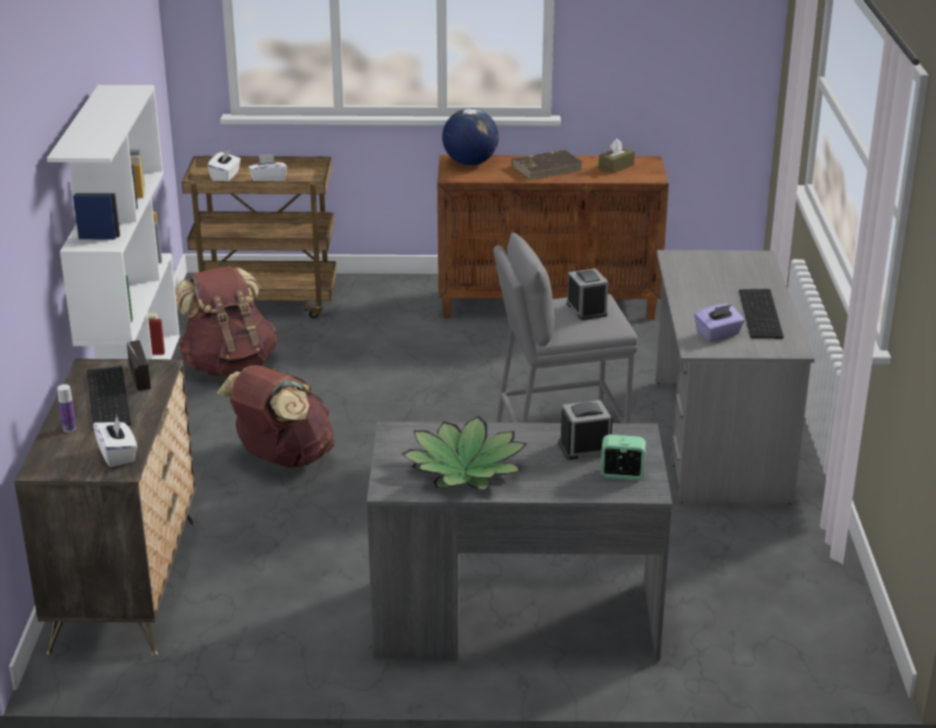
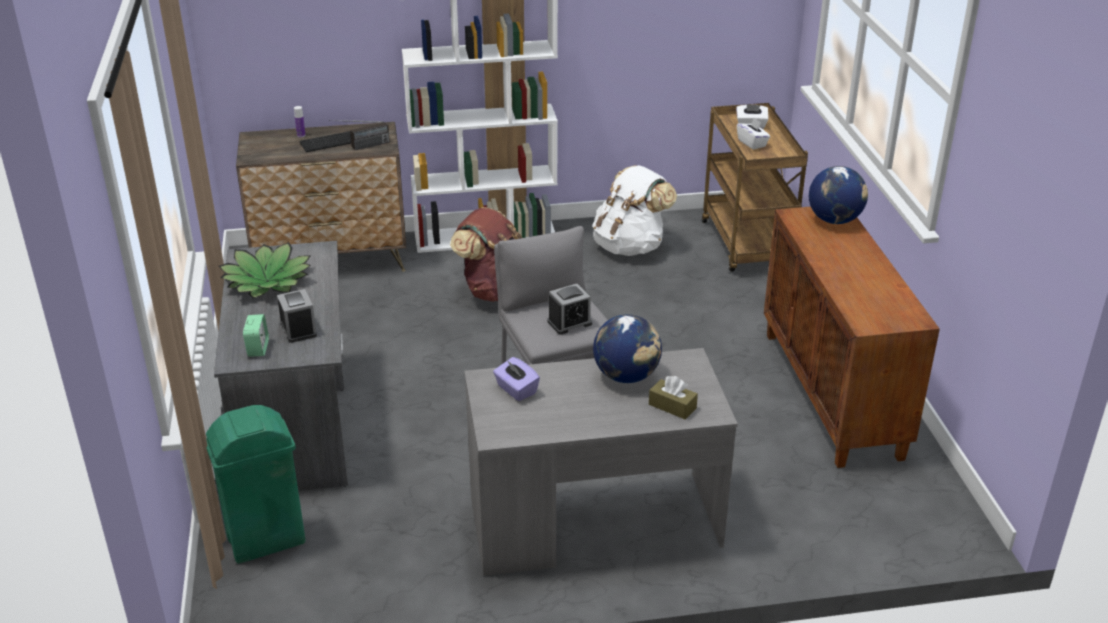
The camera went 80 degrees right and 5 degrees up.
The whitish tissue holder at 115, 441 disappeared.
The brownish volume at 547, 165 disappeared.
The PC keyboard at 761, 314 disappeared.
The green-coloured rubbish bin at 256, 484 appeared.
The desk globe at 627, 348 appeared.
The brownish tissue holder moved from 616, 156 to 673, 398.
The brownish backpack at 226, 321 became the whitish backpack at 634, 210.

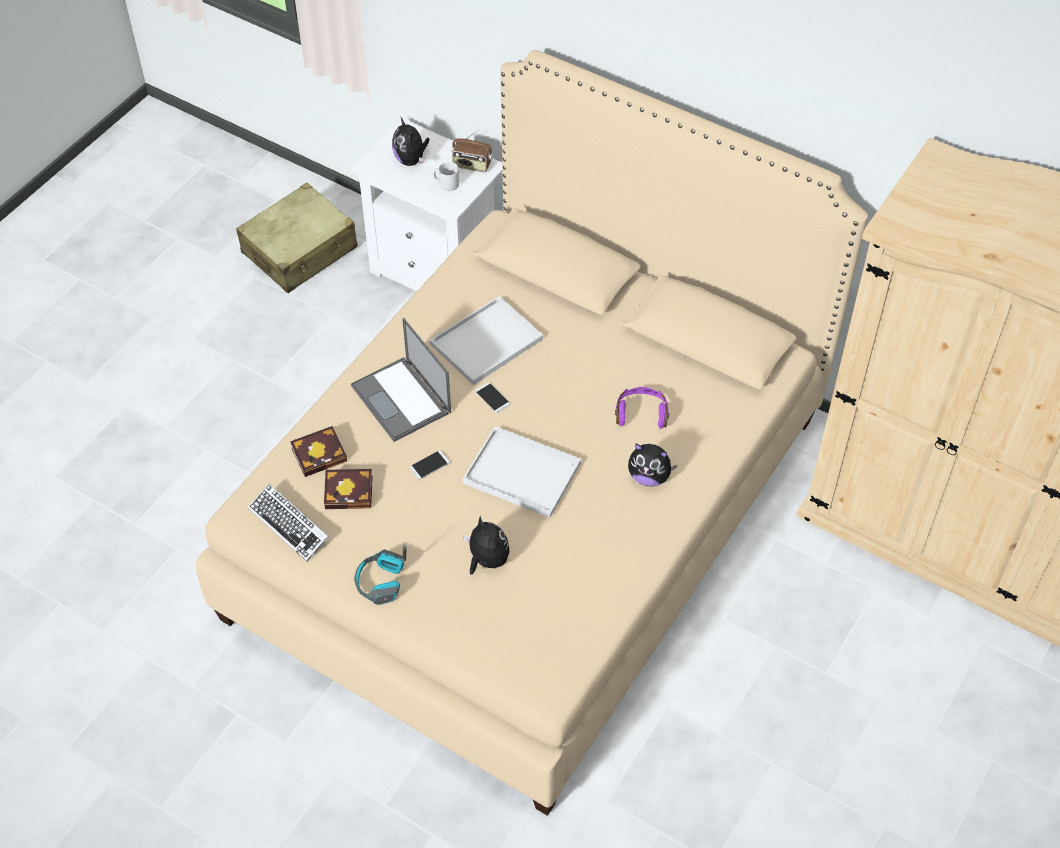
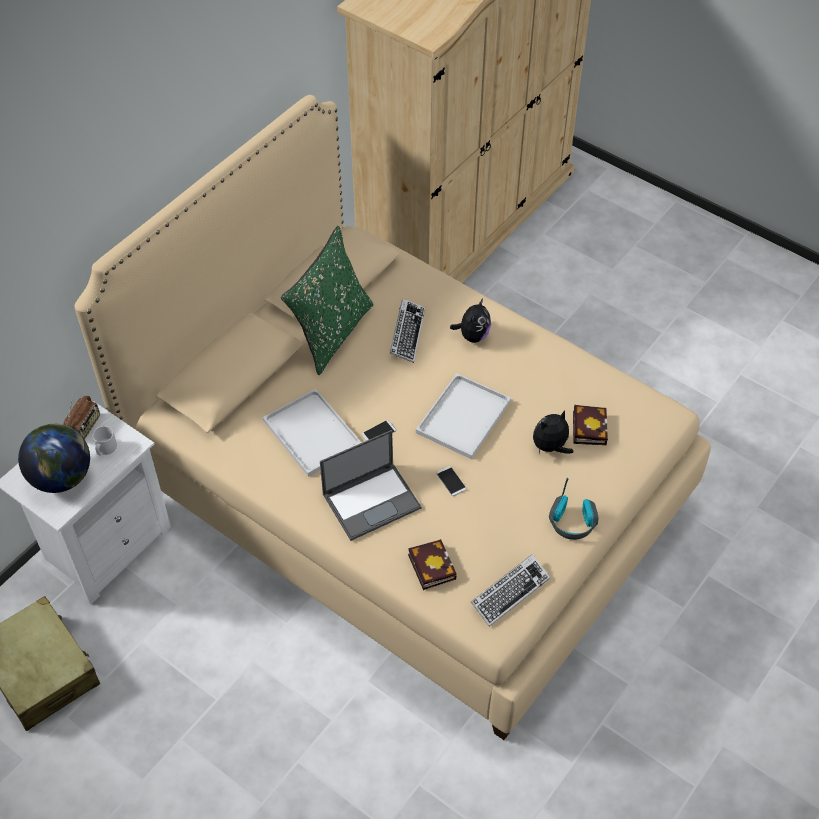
The camera went 85 degrees left and 0 degrees up.
The green-coloured cushion at 327, 300 appeared.
The volume moved from 348, 489 to 590, 425.
The plush toy at 410, 142 was replaced by the desk globe at 54, 458.
The purplish headphones at 642, 408 was replaced by the PC keyboard at 407, 331.

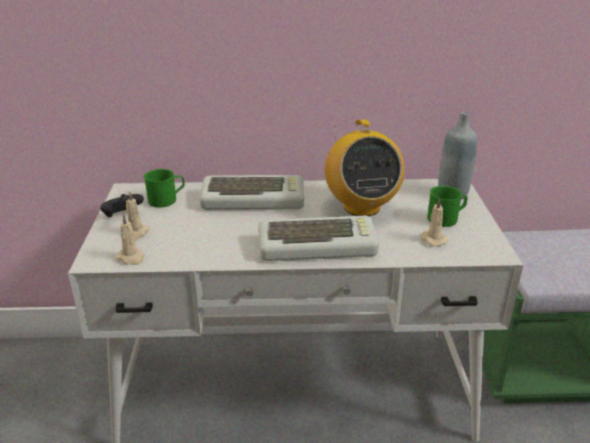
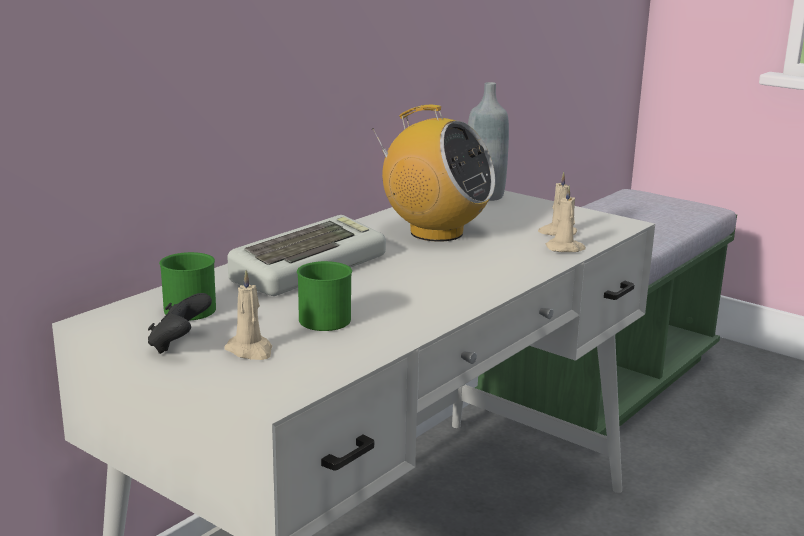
The camera went 50 degrees left and 10 degrees down.
The PC keyboard at 319, 238 disappeared.
The beige wax light moved from 130, 239 to 565, 218.
The green-coloured coffee mug moved from 447, 206 to 324, 296.

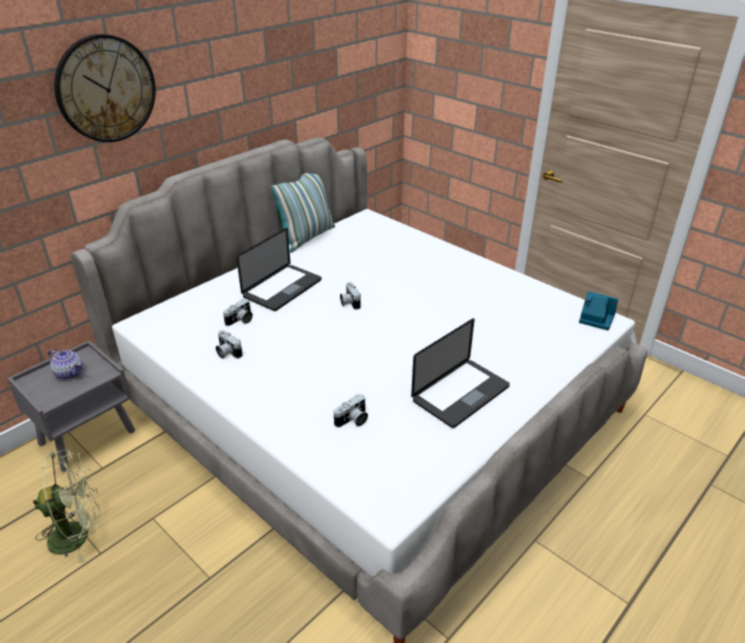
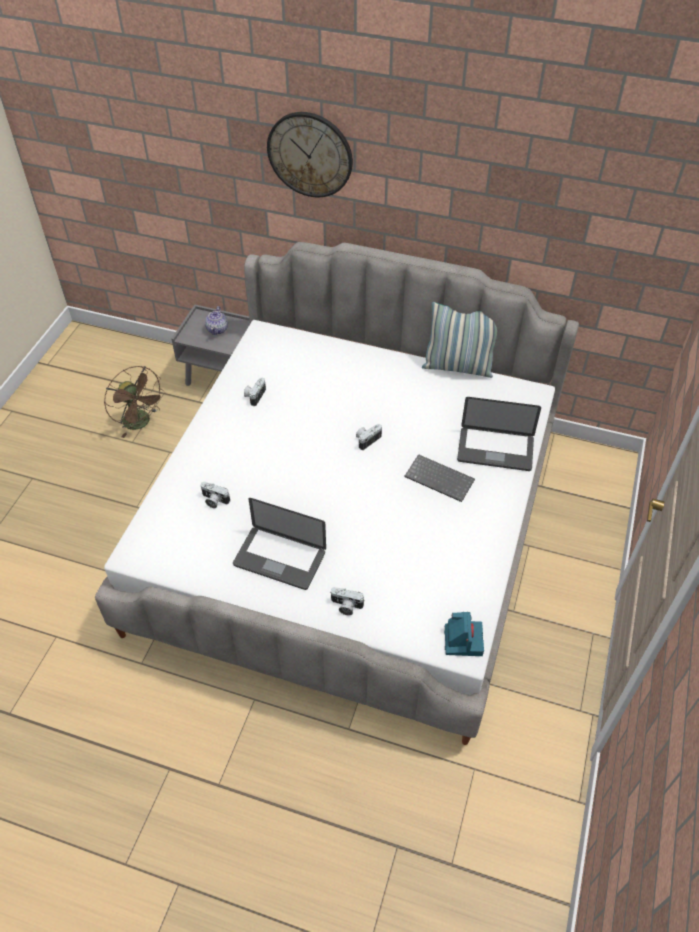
The camera went 65 degrees right and 15 degrees up.
The PC keyboard at 440, 478 appeared.
The photo camera moved from 238, 312 to 347, 601.
The portable computer moved from 279, 269 to 499, 434.
The green-coloured fan at 66, 506 became the brownish fan at 134, 402.

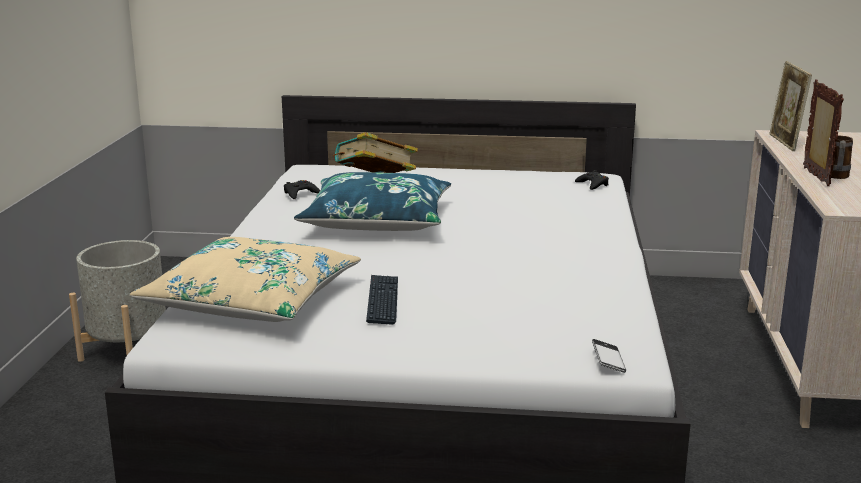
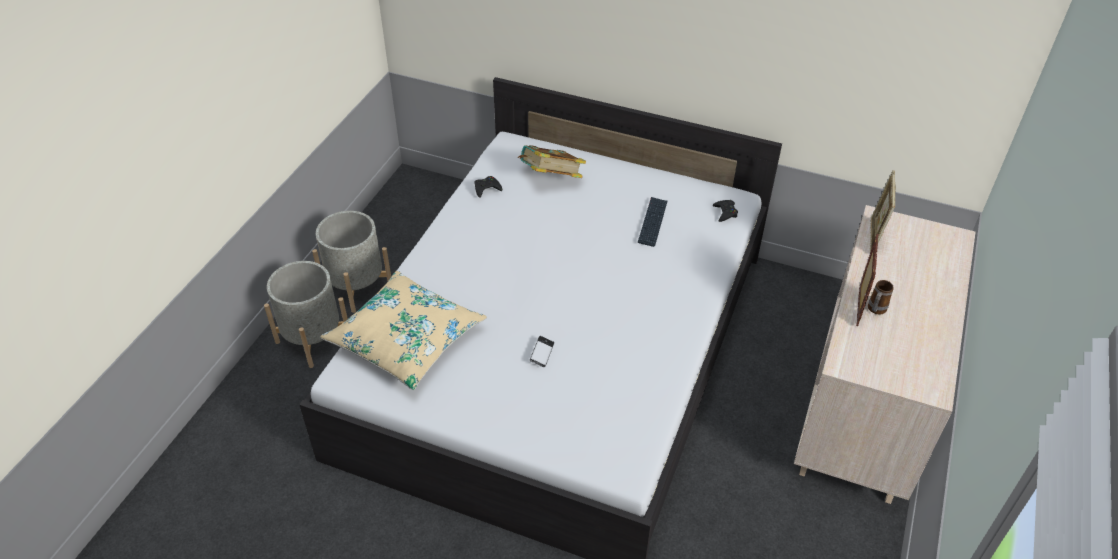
The camera went 15 degrees right and 25 degrees up.
The blue cushion at 372, 201 disappeared.
The grey flower pot at 306, 314 appeared.
The PC keyboard moved from 382, 300 to 652, 222.
The handset moved from 609, 356 to 542, 351.

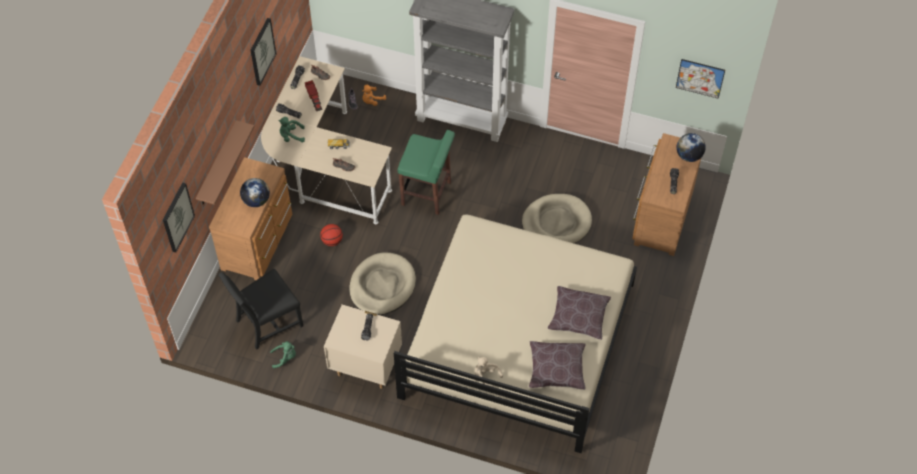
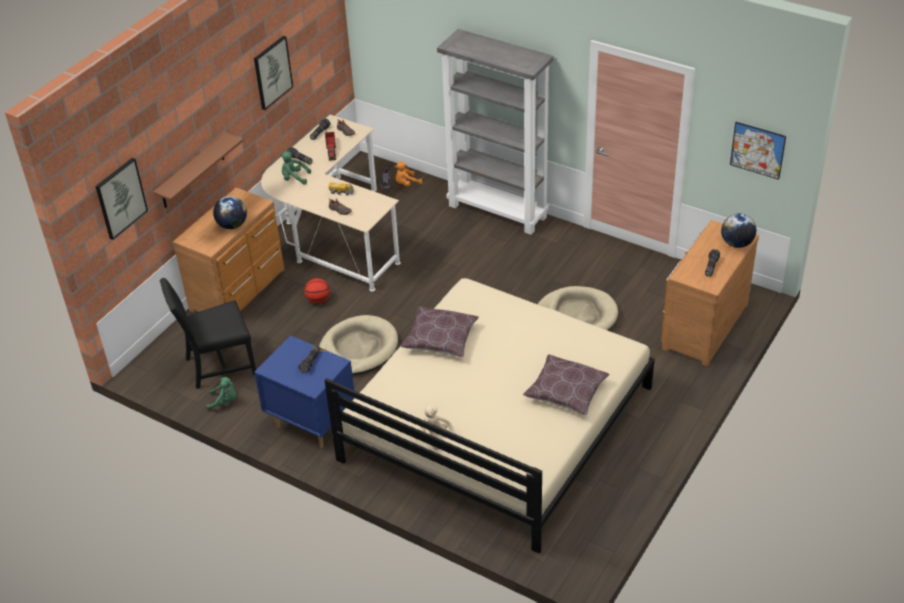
The camera went 15 degrees right and 15 degrees down.
The green-coloured sitting stool at 426, 172 disappeared.
The brownish cushion moved from 557, 365 to 440, 332.
The beige nightstand at 363, 347 became the blue nightstand at 304, 391.

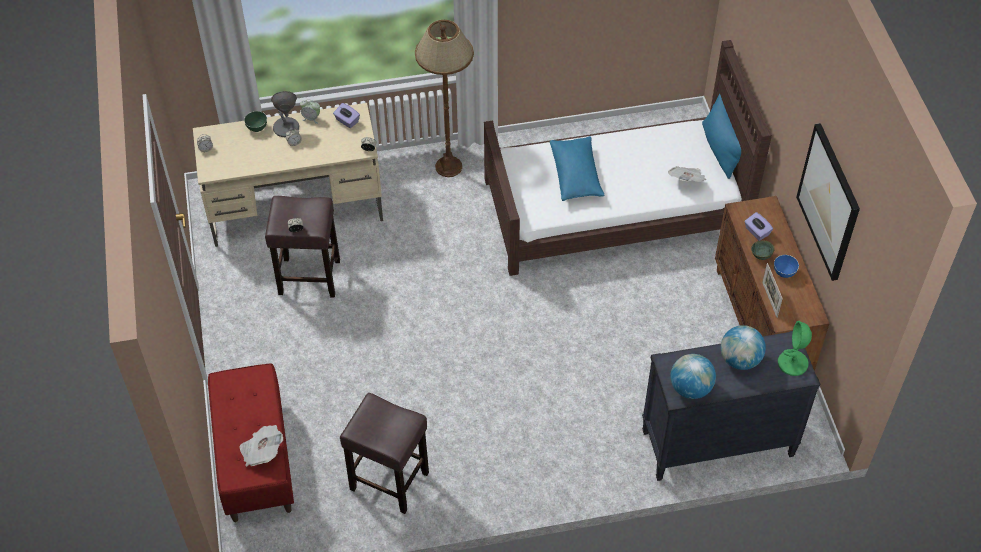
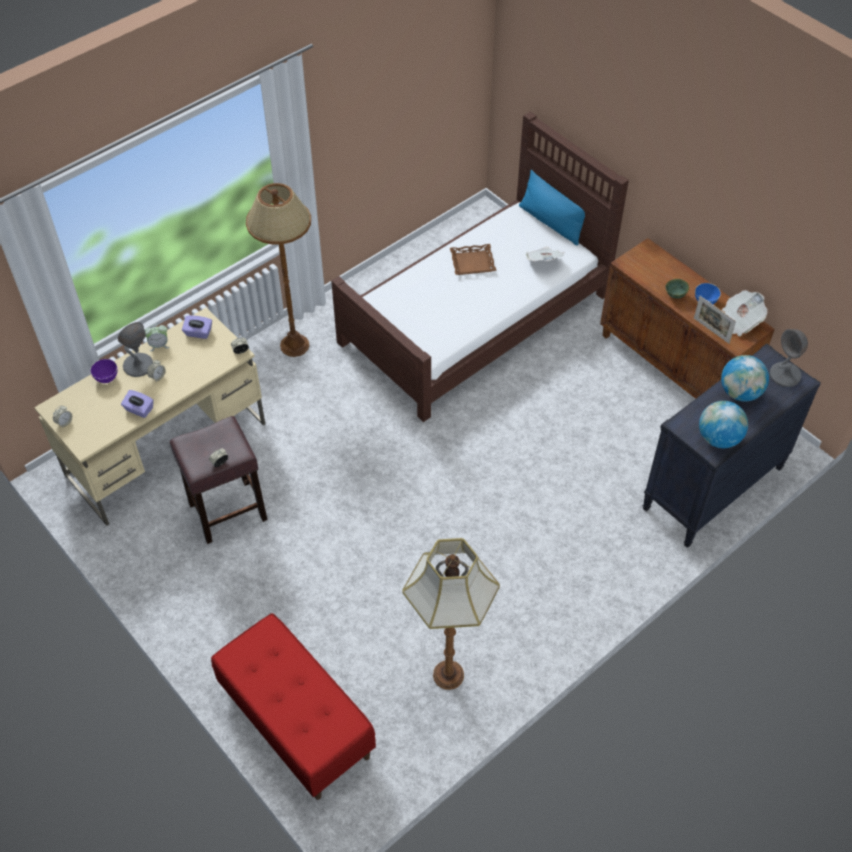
The camera went 30 degrees left and 0 degrees up.
The blue cushion at 577, 168 disappeared.
The wall art at 828, 202 disappeared.
The brownish tray at 473, 259 appeared.
The newspaper moved from 261, 446 to 744, 313.
The purplish tissue holder moved from 758, 226 to 137, 404.
The brownish sitting stool at 384, 453 was replaced by the standing lamp at 451, 614.
The green-coloured bowl at 255, 121 became the purplish bowl at 103, 371.
The green-coloured tabletop lamp at 795, 348 became the grey tabletop lamp at 789, 358.

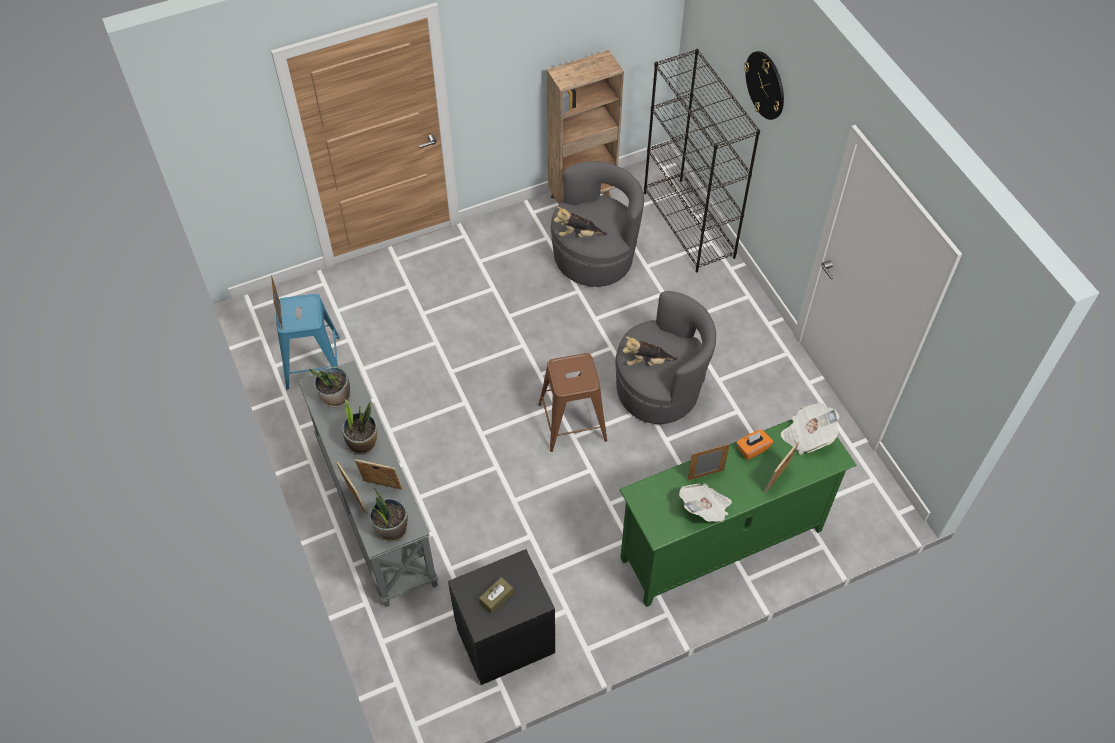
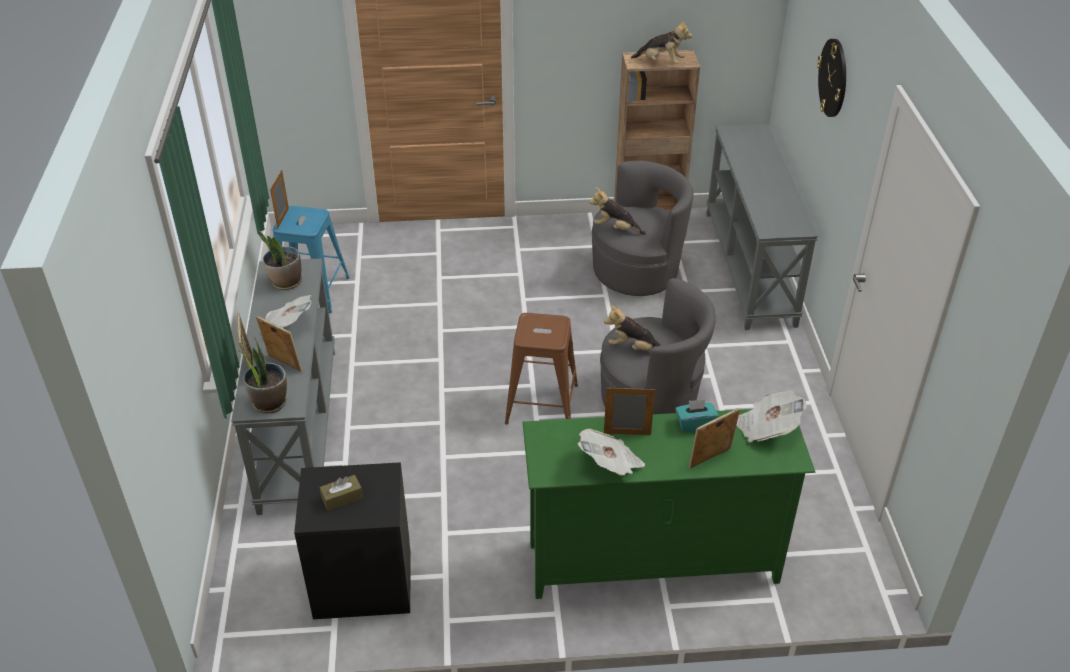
The camera went 20 degrees right and 15 degrees down.
The plush toy at 661, 41 appeared.
The potted plant at 359, 426 was replaced by the newspaper at 288, 311.
The blackish bookshelf at 702, 160 was replaced by the grey narrow table at 762, 227.
The orange-coloured tissue holder at 754, 444 became the blue-green tissue holder at 697, 415.

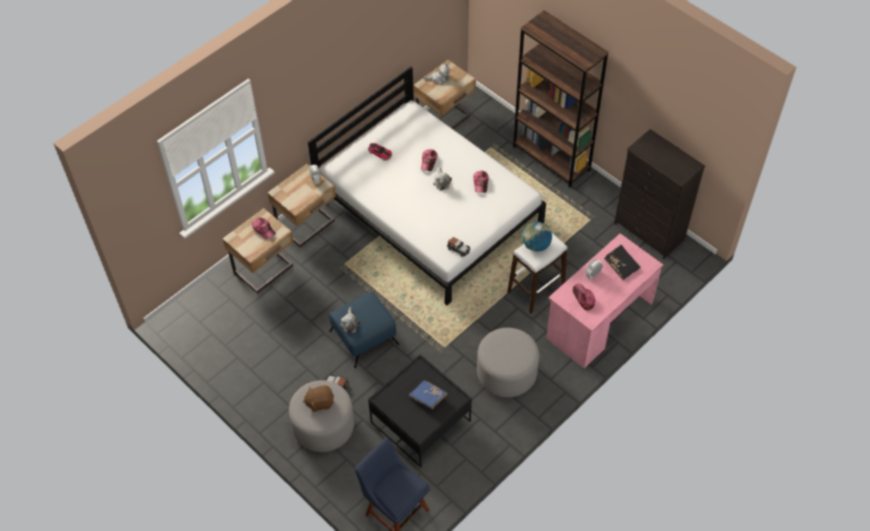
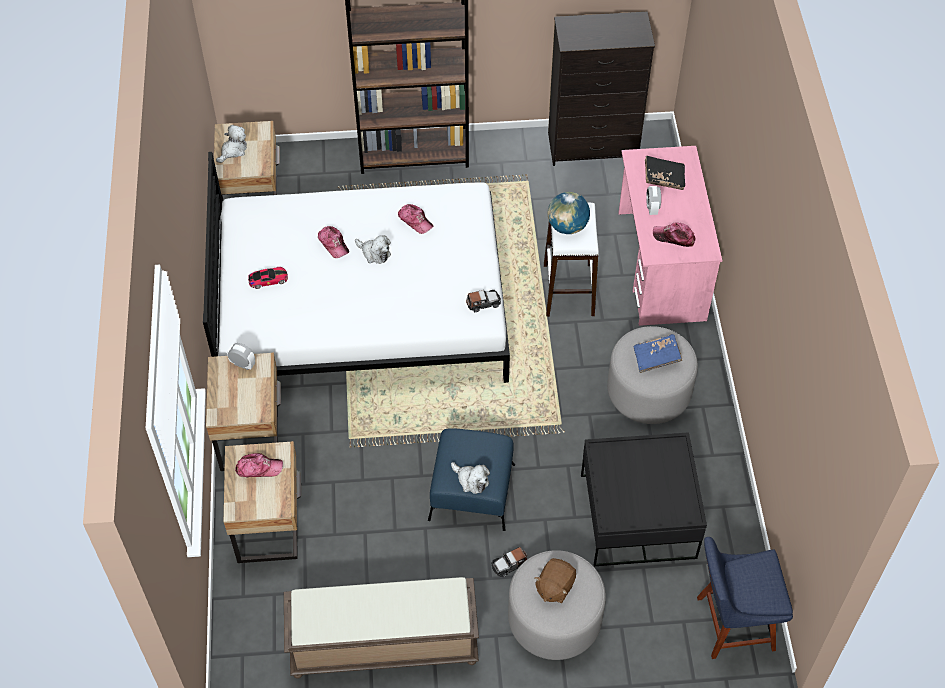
The camera went 50 degrees left and 0 degrees up.
The brownish indoor bench at 381, 628 appeared.
The blue volume moved from 428, 394 to 658, 353.

